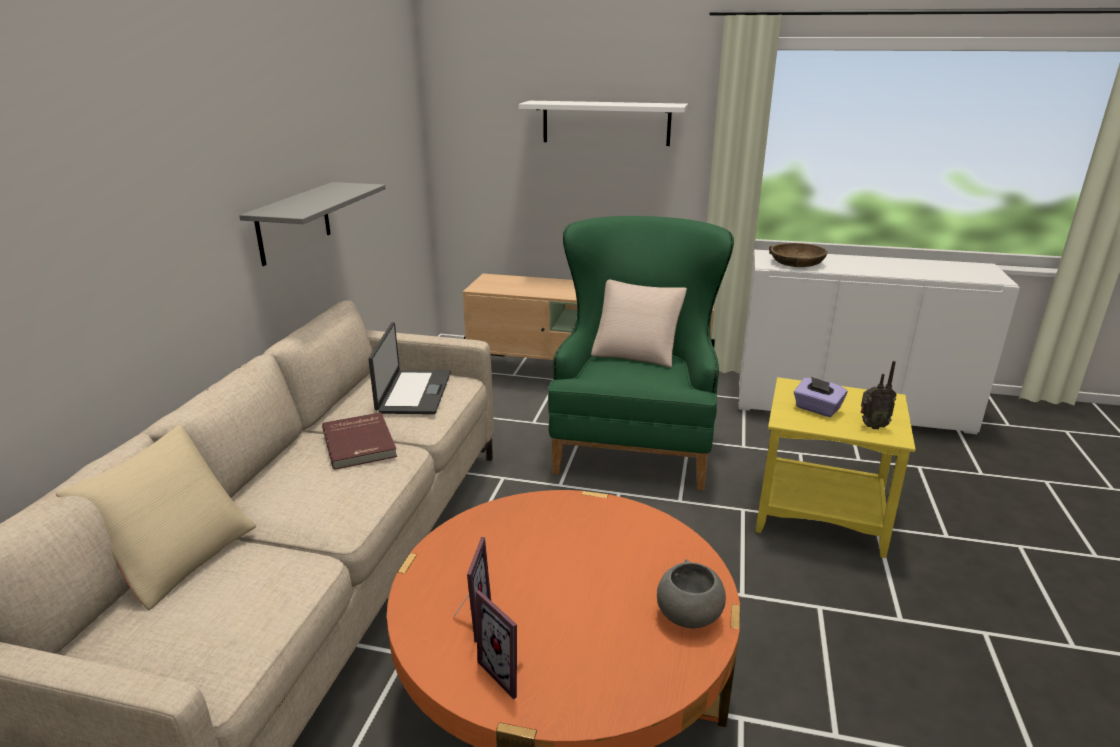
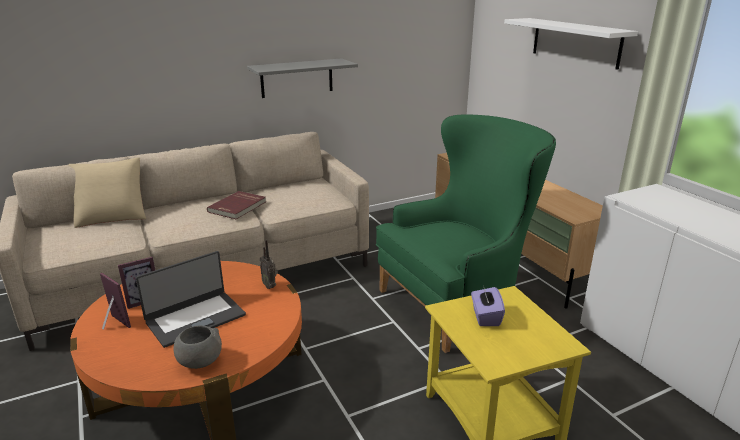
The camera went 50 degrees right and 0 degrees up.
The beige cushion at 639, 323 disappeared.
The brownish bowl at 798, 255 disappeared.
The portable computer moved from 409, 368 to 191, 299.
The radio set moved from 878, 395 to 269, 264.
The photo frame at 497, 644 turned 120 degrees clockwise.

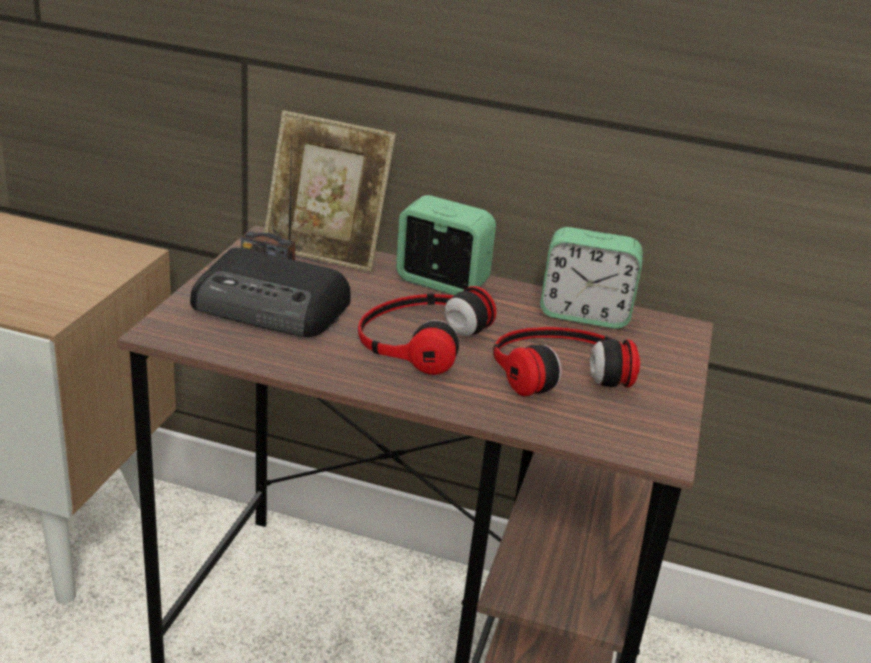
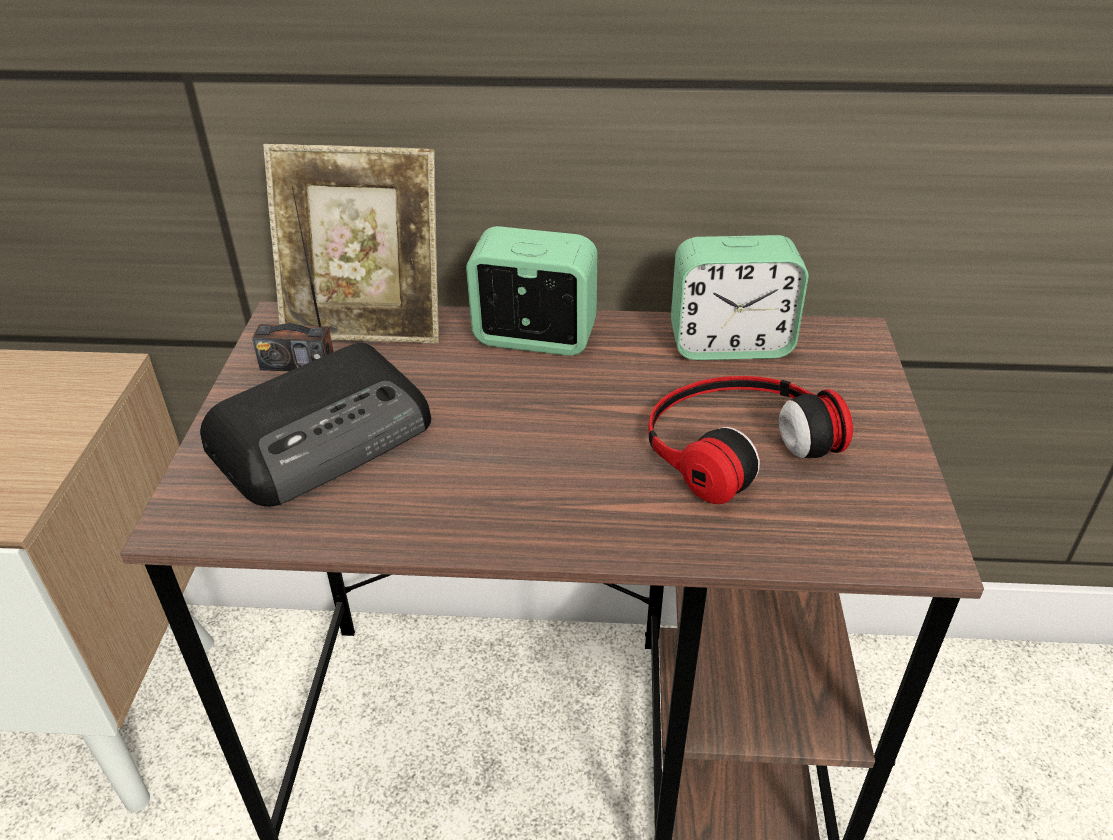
The camera went 10 degrees left and 10 degrees up.
The headphones at 427, 330 disappeared.
The radio set at 270, 292 turned 45 degrees counterclockwise.

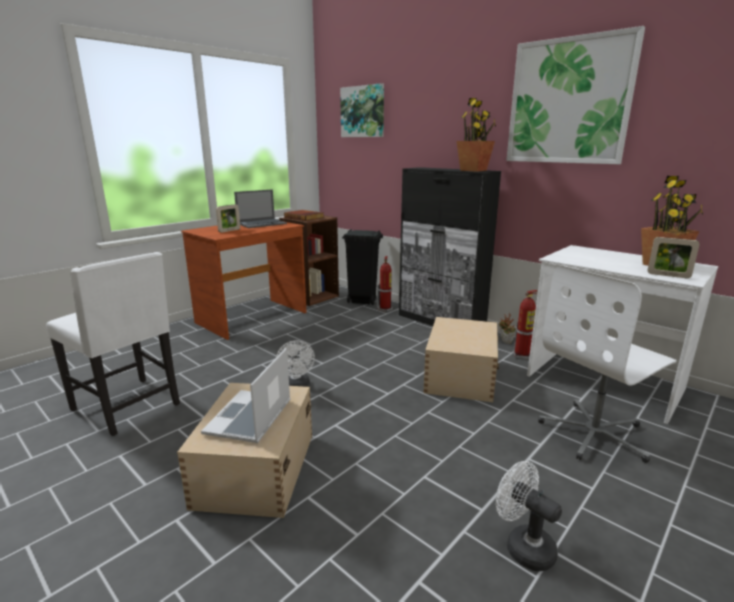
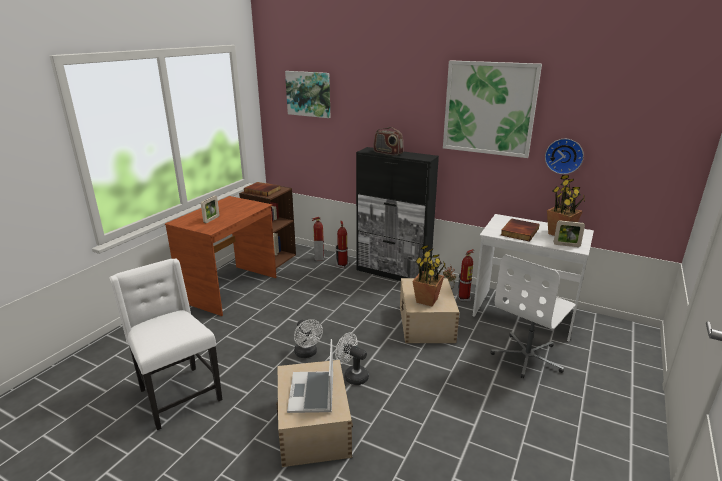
The camera went 15 degrees left and 5 degrees up.
The portable computer at 260, 208 disappeared.
The radio set at 388, 141 appeared.
The volume at 520, 230 appeared.
The hanging clock at 564, 156 appeared.
The potted plant moved from 476, 135 to 429, 275.
The whitish fan moved from 529, 516 to 352, 359.
The blackish rubbish bin at 362, 267 was replaced by the fire-fighting cylinder at 318, 239.
The whitish chair at 113, 344 turned 150 degrees counterclockwise.

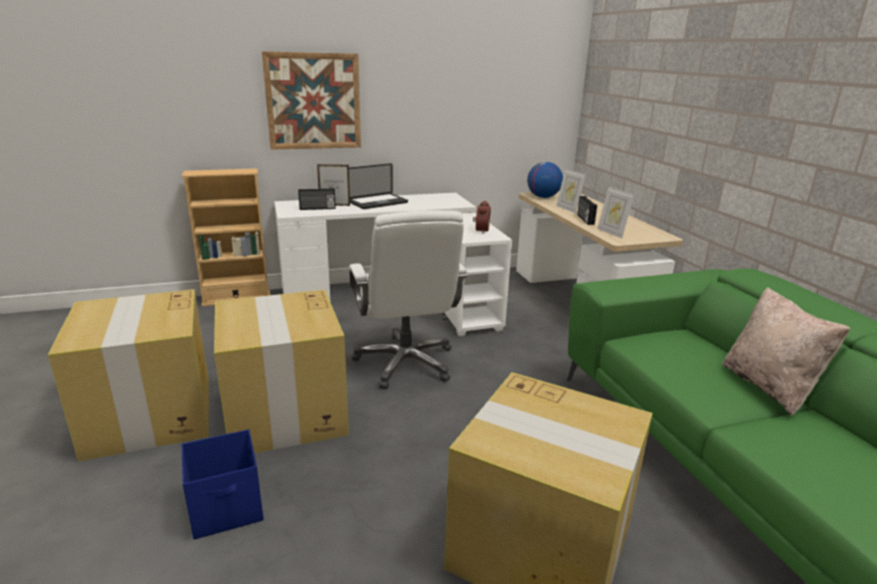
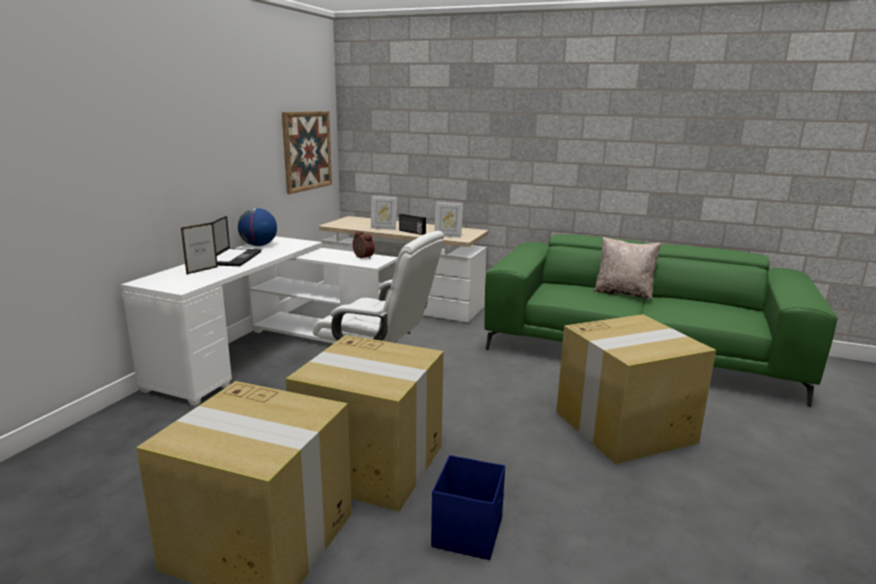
The camera went 50 degrees left and 5 degrees down.
The beige bookshelf at 226, 237 disappeared.
The radio set at 317, 199 disappeared.
The wall art moved from 311, 100 to 307, 152.
The desk globe moved from 545, 180 to 257, 227.

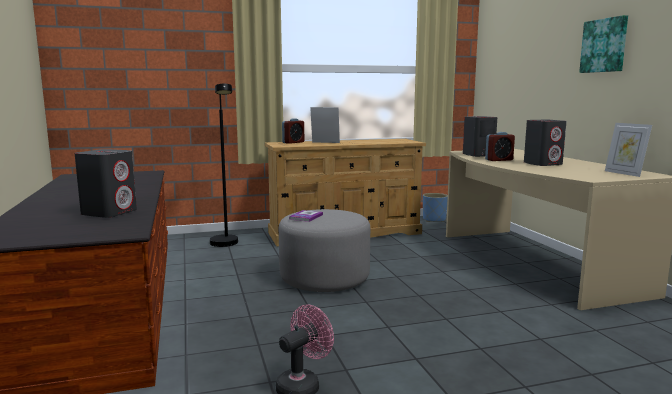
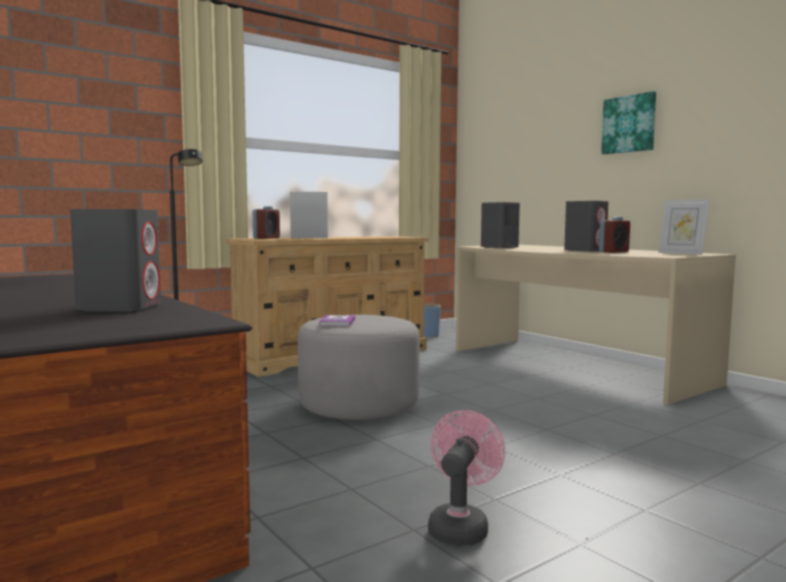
The camera went 20 degrees left and 5 degrees down.
The table clock moved from 500, 146 to 614, 235.

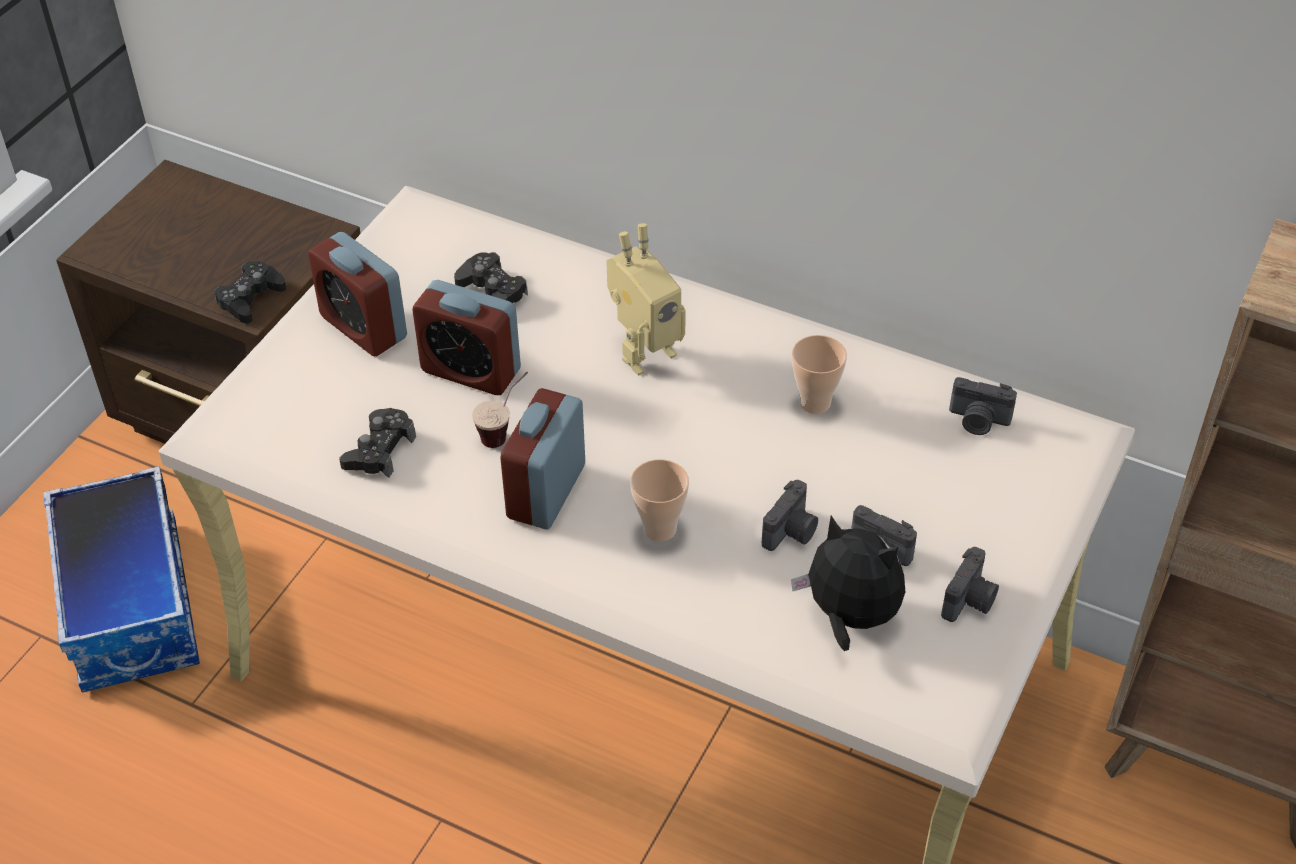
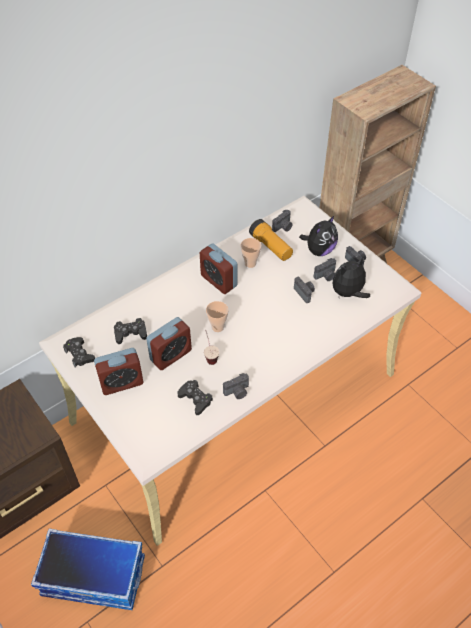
The camera went 65 degrees left and 5 degrees up.
The toy robot at 646, 299 disappeared.
The photo camera at 236, 386 appeared.
The hand torch at 271, 240 appeared.
The plush toy at 318, 236 appeared.
The blackish joypad moved from 250, 292 to 79, 352.
The table clock moved from 542, 458 to 218, 268.
The small cup moved from 659, 500 to 217, 316.

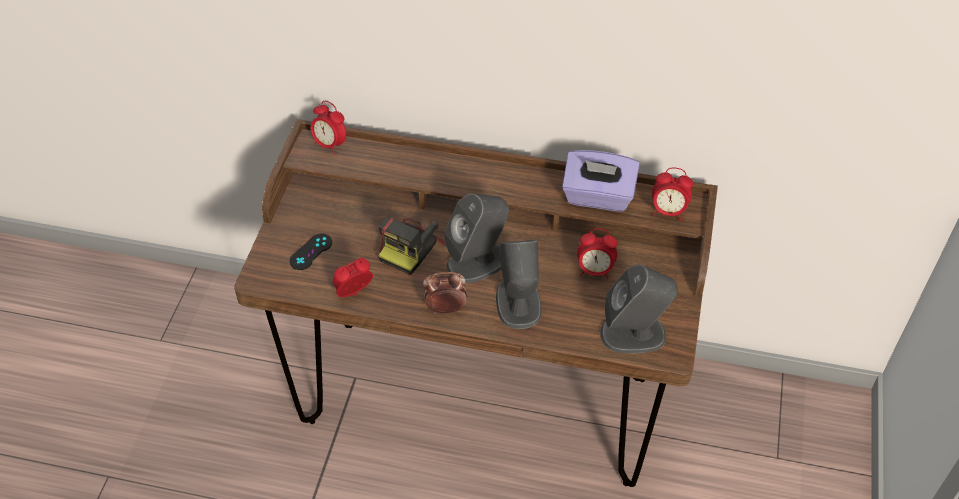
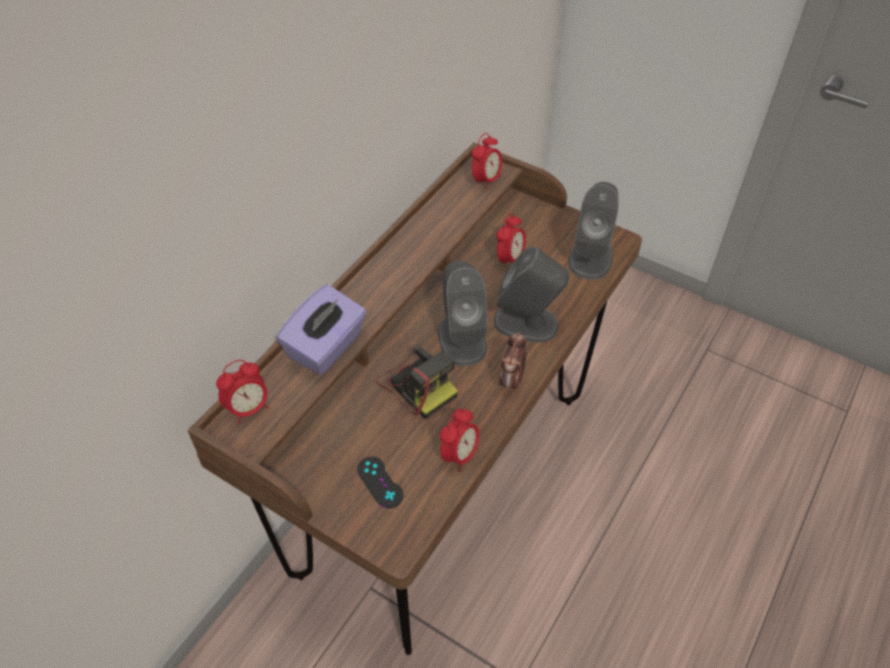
The camera went 70 degrees left and 0 degrees up.
The purplish tissue holder moved from 601, 181 to 321, 329.
The table clock at 353, 277 turned 135 degrees counterclockwise.

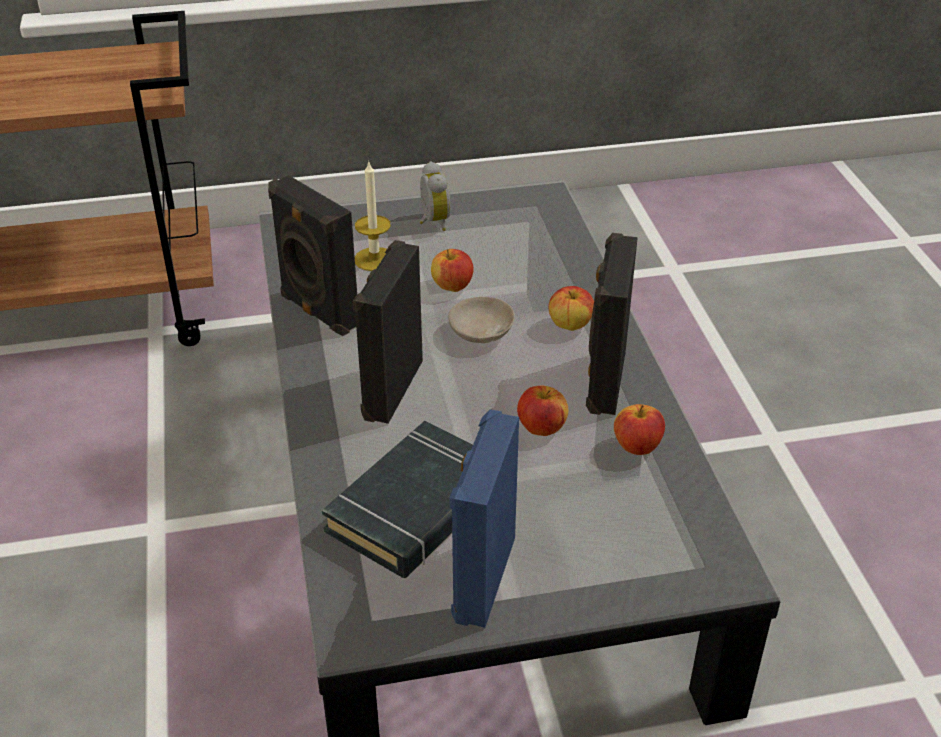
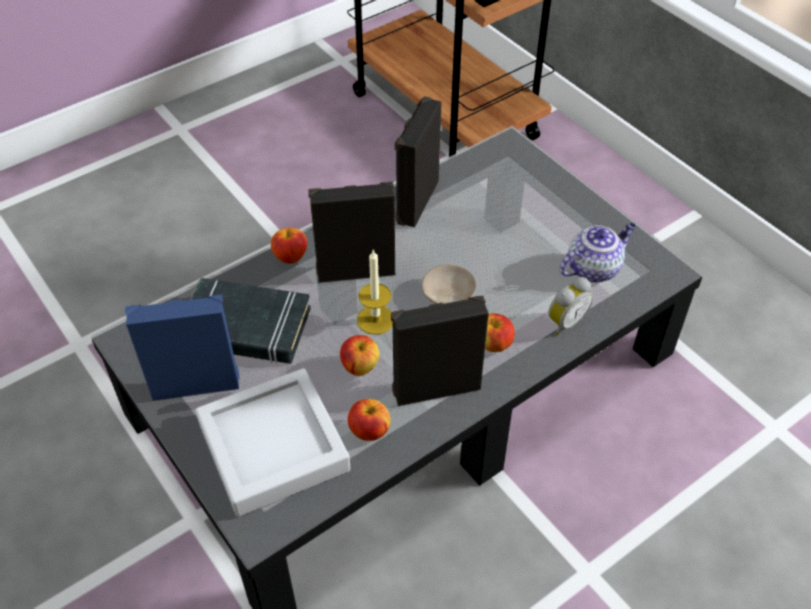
The camera went 65 degrees right and 10 degrees up.
The grey tray at 272, 442 appeared.
The teapot at 598, 253 appeared.
The wax light moved from 373, 215 to 375, 292.
The table clock moved from 435, 196 to 570, 306.
The whole apple moved from 452, 270 to 289, 246.

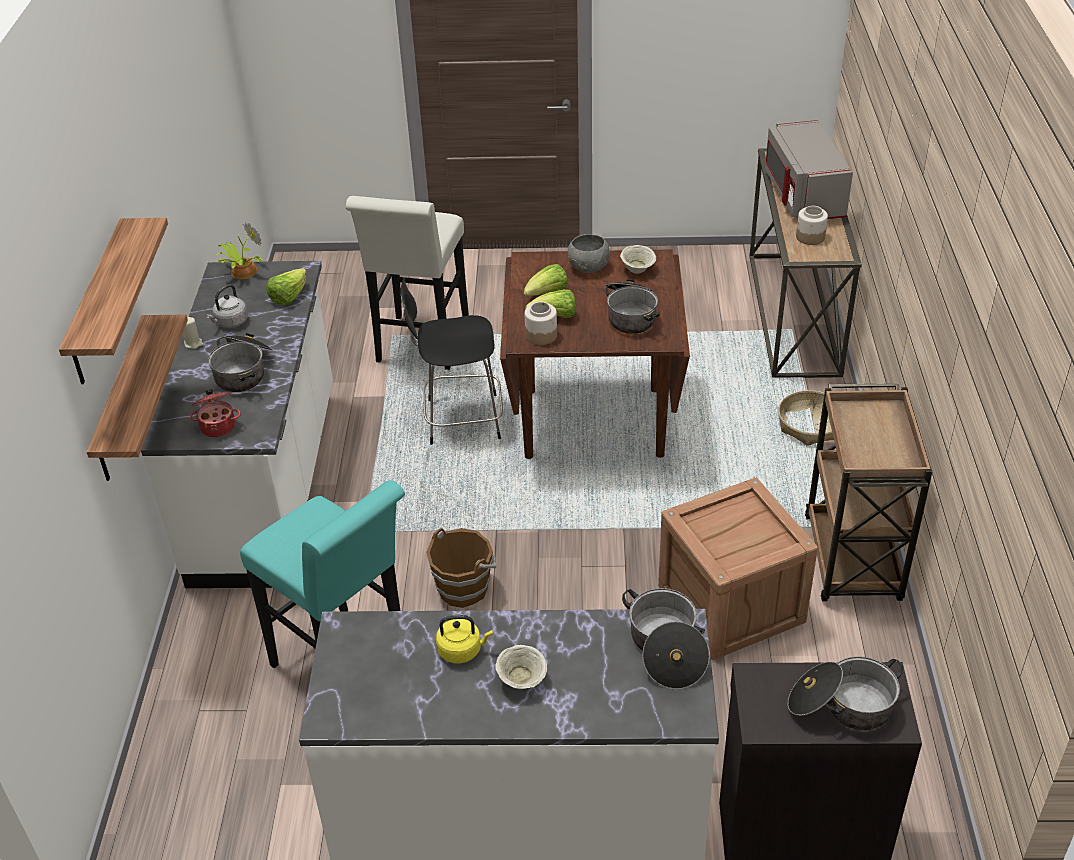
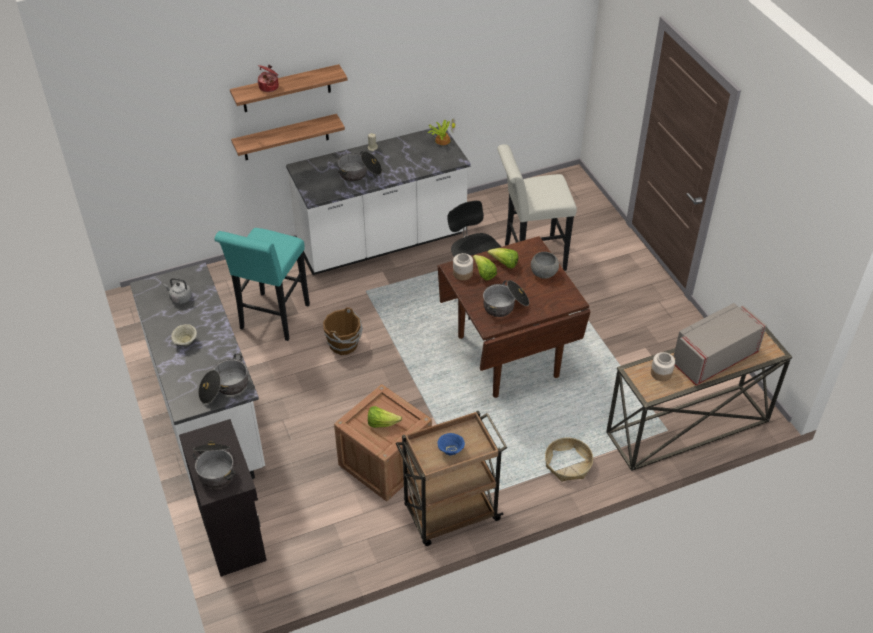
The camera went 65 degrees right and 5 degrees up.
The yellow-coloured tea kettle at 464, 639 disappeared.
The beige bowl at 638, 259 disappeared.
The blue bowl at 451, 444 appeared.
The stockpot moved from 215, 413 to 268, 78.
The grey tea kettle moved from 227, 306 to 178, 291.
The lettuce moved from 286, 286 to 385, 417.

